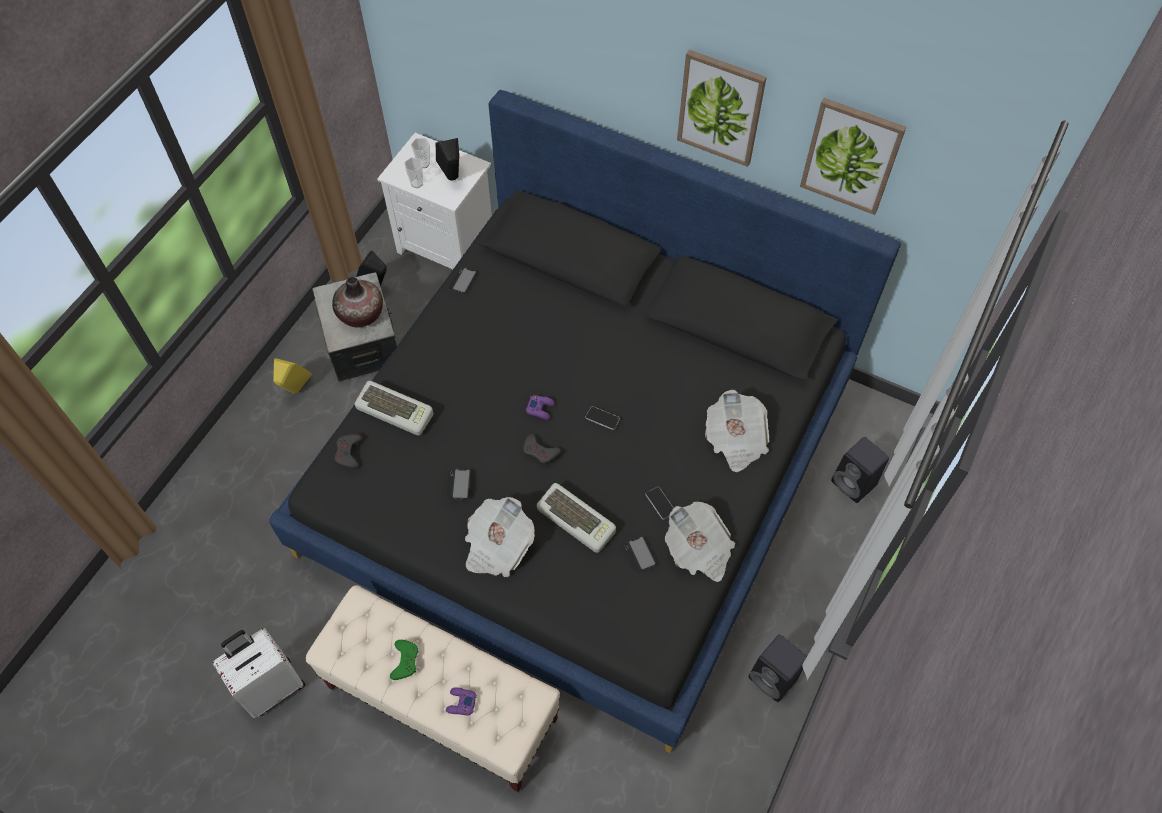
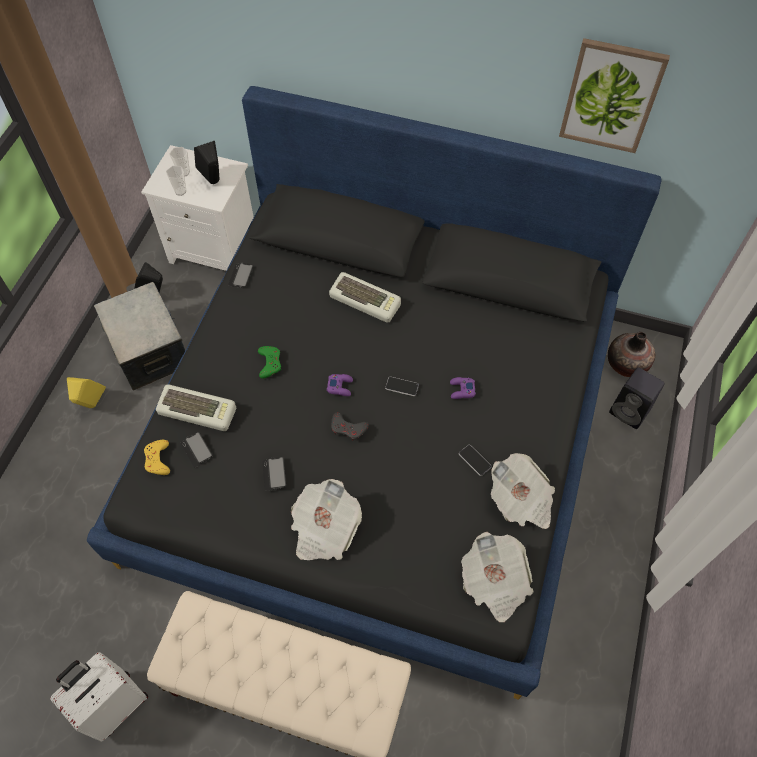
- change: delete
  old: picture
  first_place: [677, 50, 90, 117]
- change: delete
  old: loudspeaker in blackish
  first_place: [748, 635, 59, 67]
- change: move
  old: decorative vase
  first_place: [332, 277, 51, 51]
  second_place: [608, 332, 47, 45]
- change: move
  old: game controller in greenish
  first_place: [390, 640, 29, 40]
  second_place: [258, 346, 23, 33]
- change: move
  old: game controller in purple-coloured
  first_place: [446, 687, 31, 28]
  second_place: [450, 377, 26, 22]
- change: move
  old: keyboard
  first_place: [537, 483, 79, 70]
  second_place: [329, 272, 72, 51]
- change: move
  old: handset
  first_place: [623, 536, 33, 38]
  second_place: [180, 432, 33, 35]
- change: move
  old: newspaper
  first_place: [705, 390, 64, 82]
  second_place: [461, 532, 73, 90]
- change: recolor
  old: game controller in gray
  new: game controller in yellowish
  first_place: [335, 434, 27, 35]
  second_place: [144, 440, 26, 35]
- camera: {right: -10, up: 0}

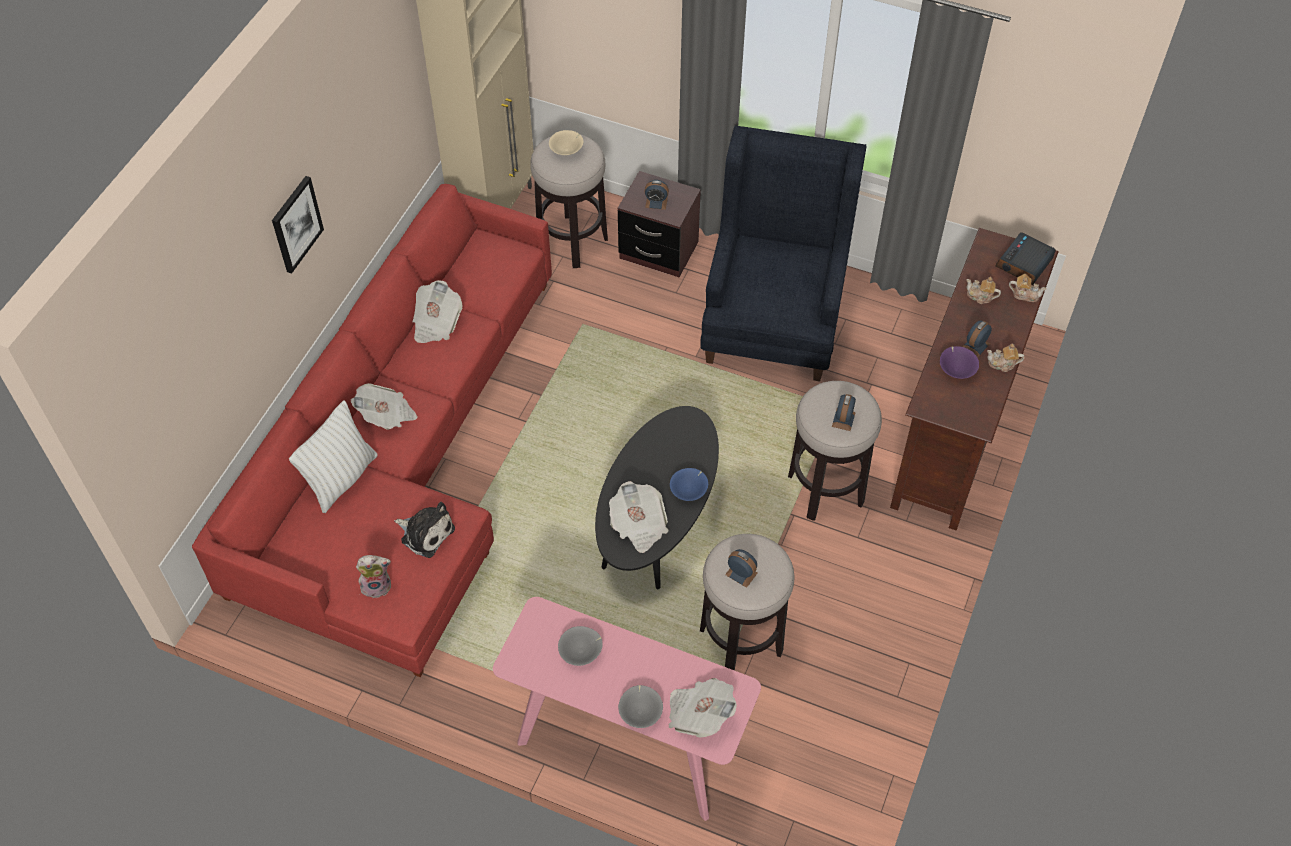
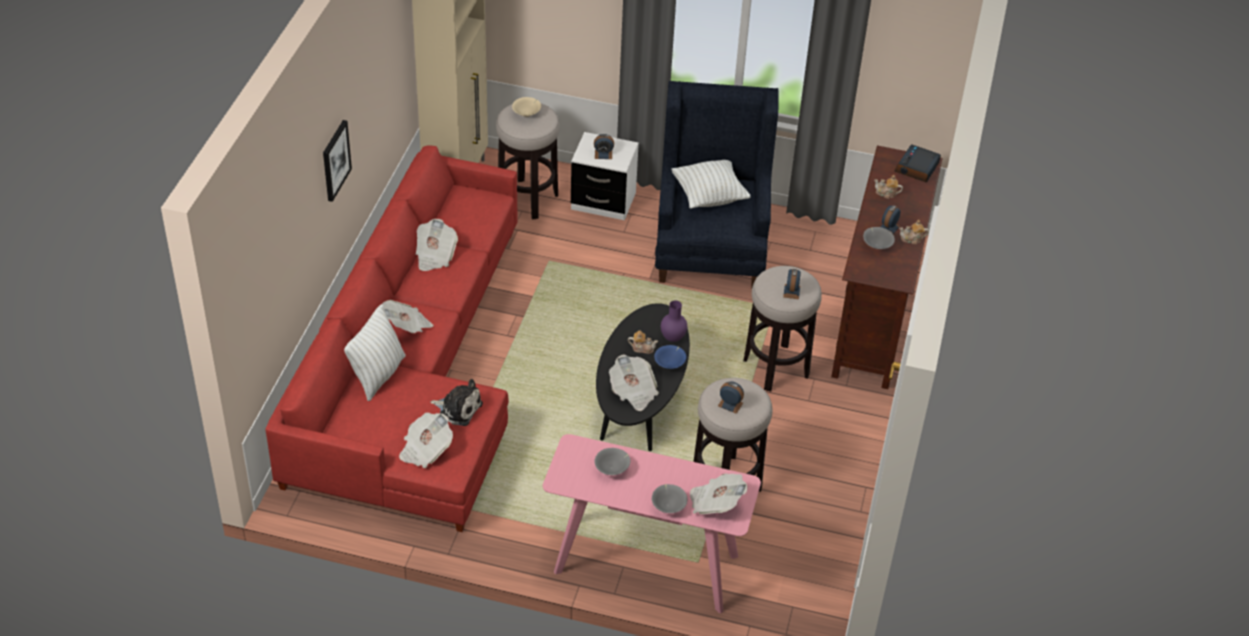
- change: insert
  new: decorative vase in purple-coloured
  second_place: [661, 300, 26, 42]
- change: insert
  new: cushion in white-coloured
  second_place: [671, 160, 79, 49]
- change: move
  old: teapot
  first_place: [1009, 274, 37, 28]
  second_place: [628, 330, 30, 24]
- change: replace
  old: plush toy
  new: newspaper
  first_place: [356, 555, 35, 43]
  second_place: [399, 412, 54, 56]
- change: recolor
  old: nightstand in brown-coloured
  new: nightstand in white-coloured
  first_place: [618, 171, 83, 106]
  second_place: [571, 132, 68, 88]
- change: recolor
  old: bowl in purple-coloured
  new: bowl in gray
  first_place: [940, 346, 39, 33]
  second_place: [863, 227, 32, 22]
- camera: {right: -10, up: -10}

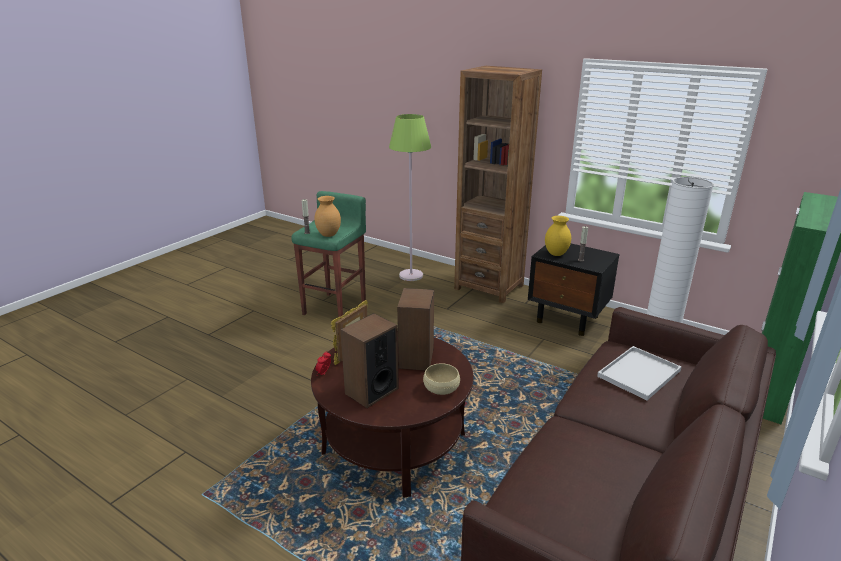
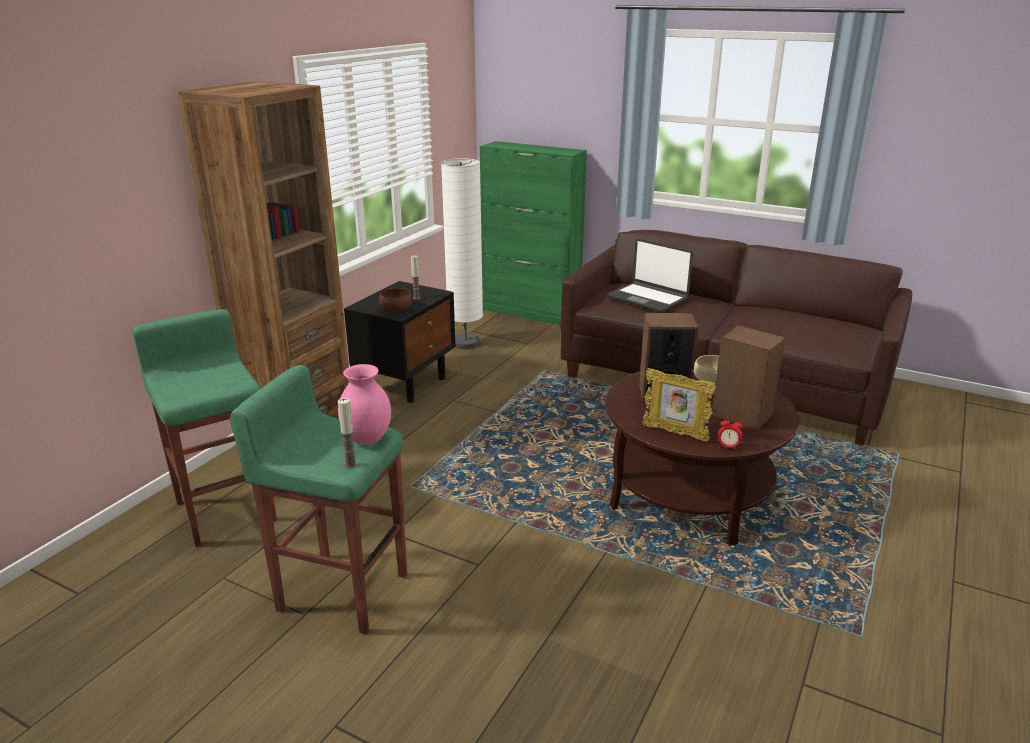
- change: replace
  old: floor lamp in greenish
  new: stool in greenish
  first_place: [389, 114, 42, 167]
  second_place: [132, 309, 145, 238]
- change: replace
  old: decorative vase in yellowish
  new: bowl in brown-coloured
  first_place: [545, 216, 26, 40]
  second_place: [379, 288, 34, 24]
- change: replace
  old: tray in white-coloured
  new: laptop
  first_place: [597, 346, 84, 54]
  second_place: [607, 238, 86, 74]
- change: recolor
  old: decorative vase in brown-coloured
  new: decorative vase in pinkish
  first_place: [314, 196, 27, 41]
  second_place: [338, 364, 53, 81]
- camera: {right: -95, up: 0}

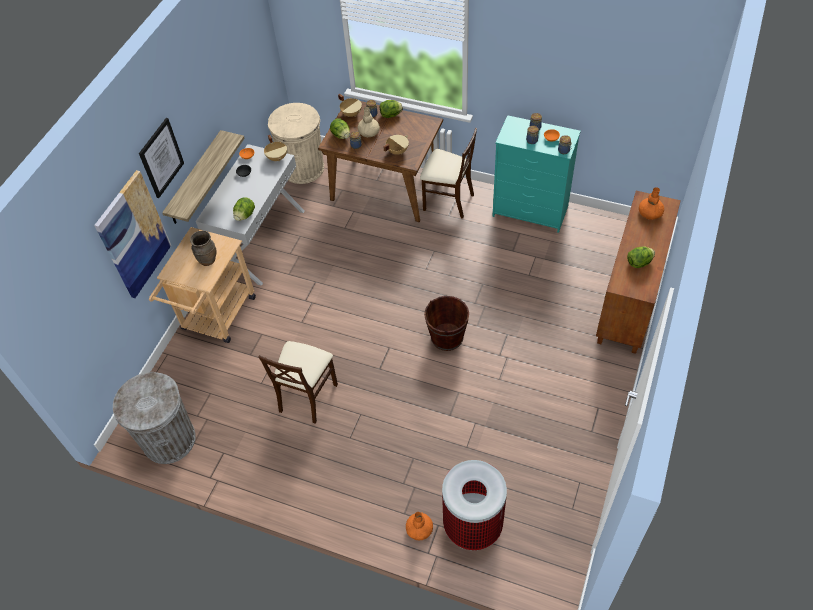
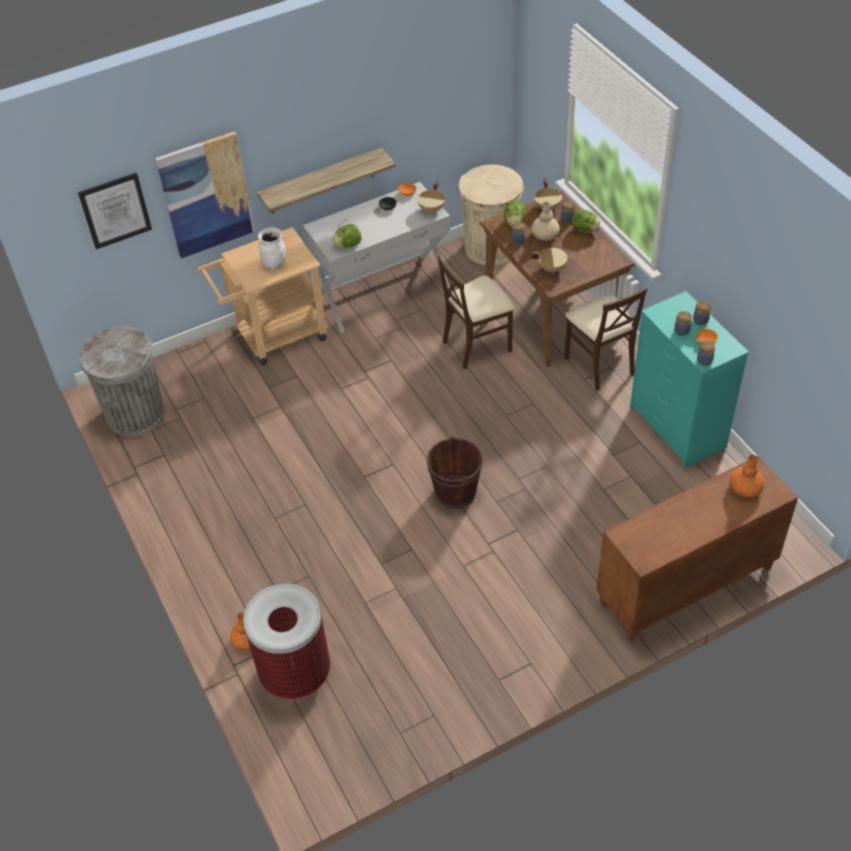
- change: delete
  old: head of lettuce
  first_place: [627, 246, 28, 22]
- change: move
  old: picture
  first_place: [139, 118, 45, 80]
  second_place: [78, 173, 74, 77]
- change: move
  old: plain chair in beige-coloured
  first_place: [258, 341, 80, 83]
  second_place: [437, 255, 78, 114]
- change: recolor
  old: decorative vase in brown-coloured
  new: decorative vase in white-coloured
  first_place: [190, 230, 27, 36]
  second_place: [258, 227, 28, 43]
- camera: {right: 40, up: -5}

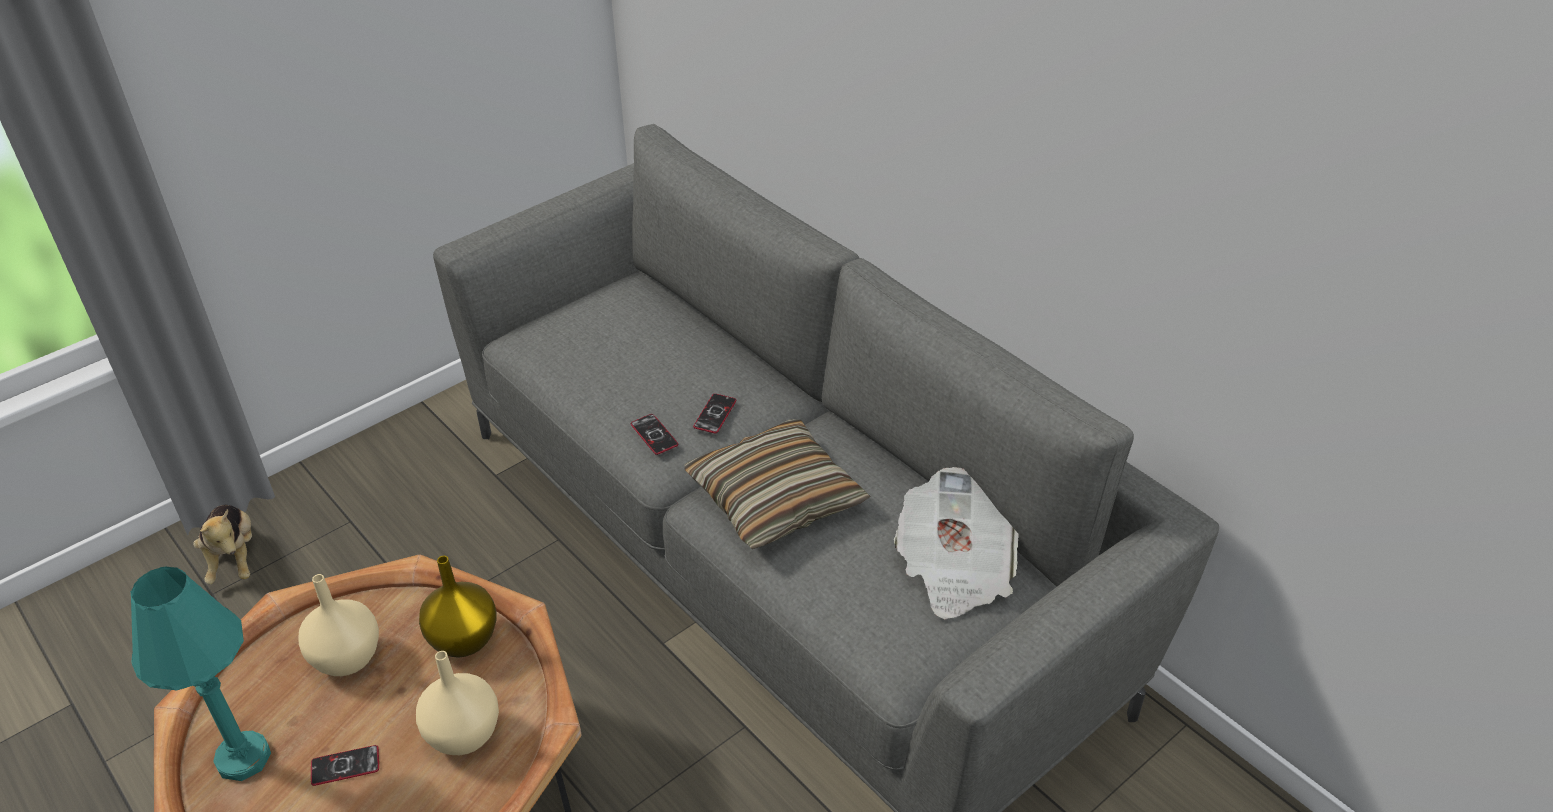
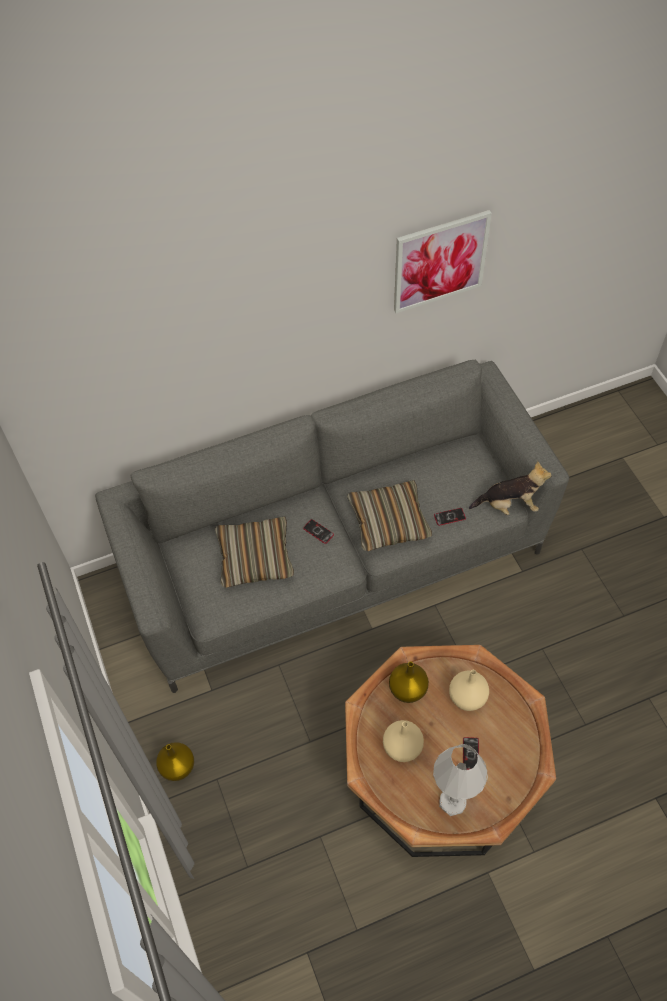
- change: delete
  old: newspaper
  first_place: [894, 467, 125, 152]
- change: insert
  new: decorative vase in yellowish
  second_place: [156, 742, 38, 39]
- change: insert
  new: cushion
  second_place: [215, 516, 79, 72]
- change: insert
  new: picture
  second_place: [394, 210, 98, 103]
- change: move
  old: plush toy
  first_place: [193, 505, 59, 79]
  second_place: [469, 461, 82, 54]
- change: move
  old: handset
  first_place: [631, 414, 47, 41]
  second_place: [434, 508, 32, 18]
- change: recolor
  old: tabletop lamp in turquoise-coloured
  new: tabletop lamp in white-coloured
  first_place: [131, 567, 140, 214]
  second_place: [433, 744, 55, 72]
- camera: {right: -70, up: 15}

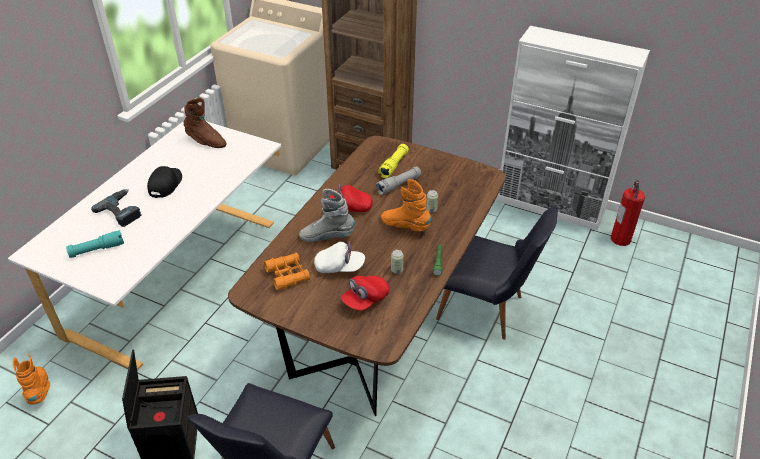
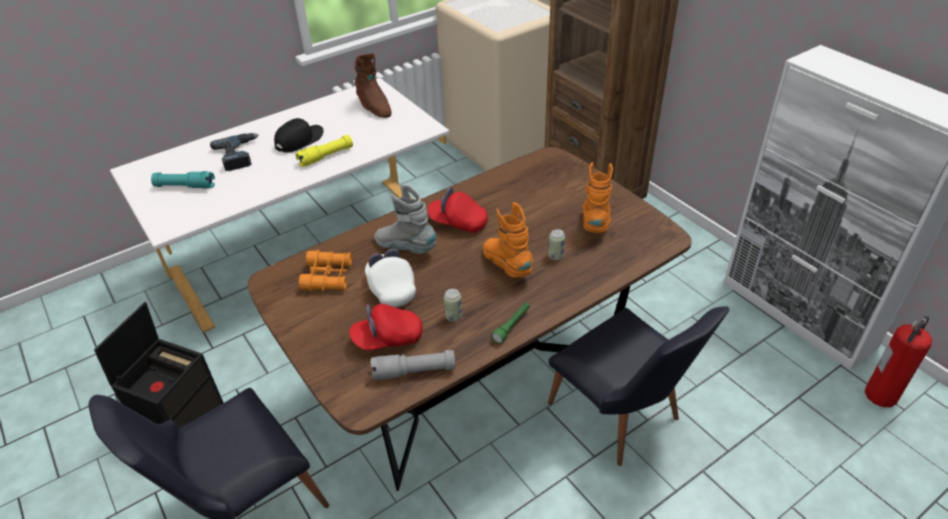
- change: move
  old: boot in orange
  first_place: [12, 354, 38, 50]
  second_place: [583, 162, 30, 71]
- change: move
  old: hand torch in gray
  first_place: [376, 167, 45, 28]
  second_place: [371, 350, 85, 30]
- change: move
  old: hand torch in yellowish
  first_place: [378, 144, 31, 34]
  second_place: [296, 135, 57, 32]
- change: rotate
  old: peaked cap in white-coloured
  first_place: [314, 241, 51, 32]
  second_place: [365, 249, 51, 58]
  degrees: -150
- camera: {right: 30, up: 0}

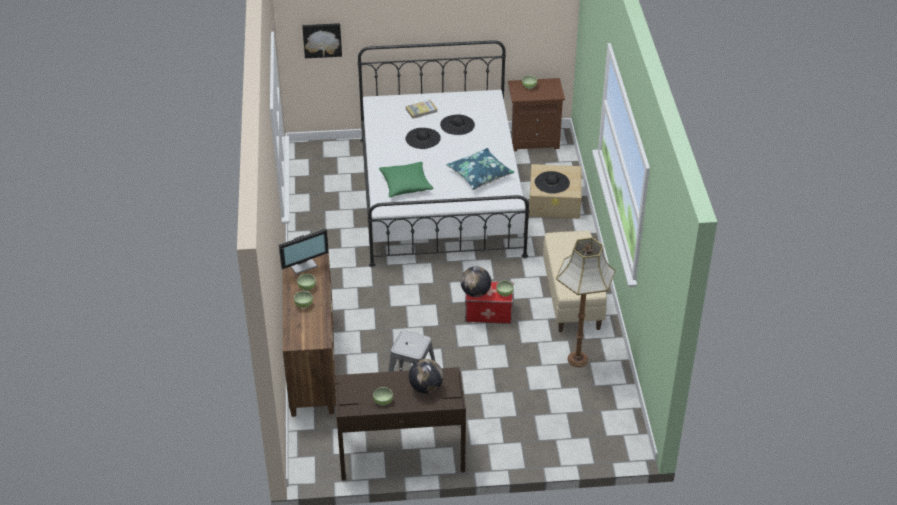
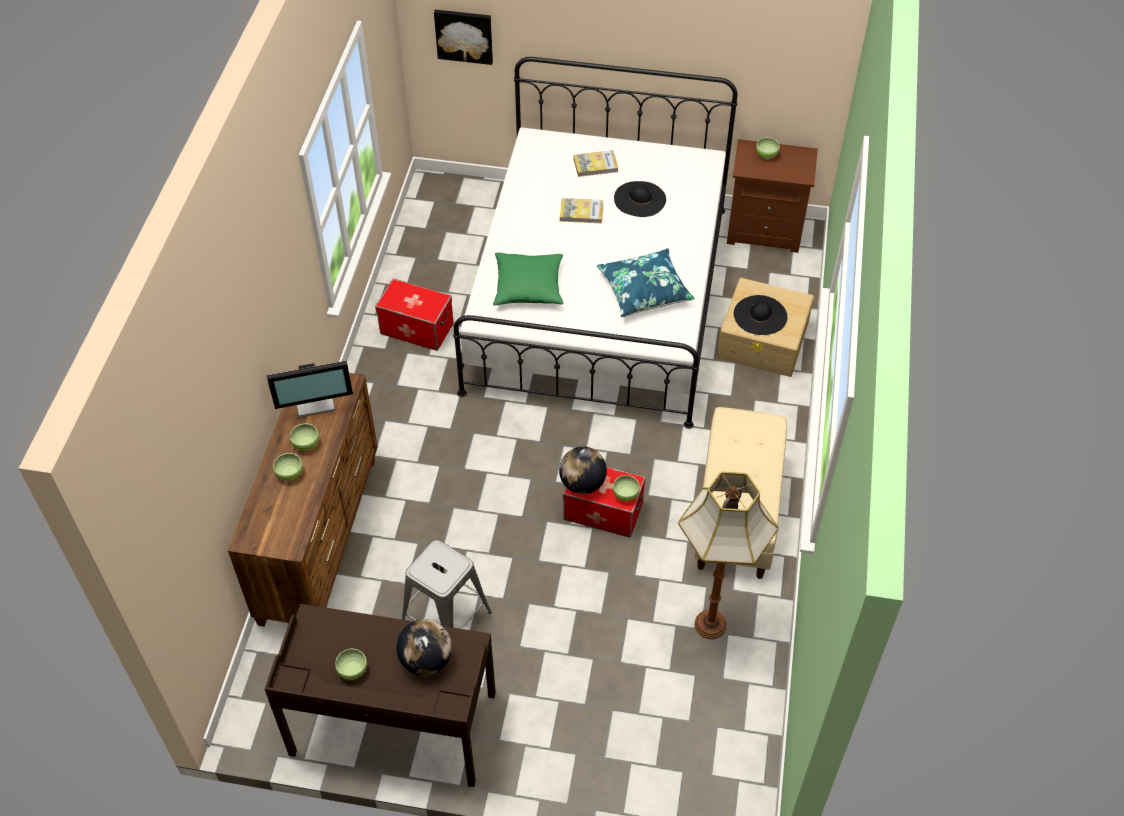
- change: insert
  new: storage box
  second_place: [375, 279, 79, 72]
- change: replace
  old: wearable hat in blackish
  new: volume
  first_place: [406, 128, 35, 21]
  second_place: [560, 198, 43, 26]
- camera: {right: 15, up: 10}

